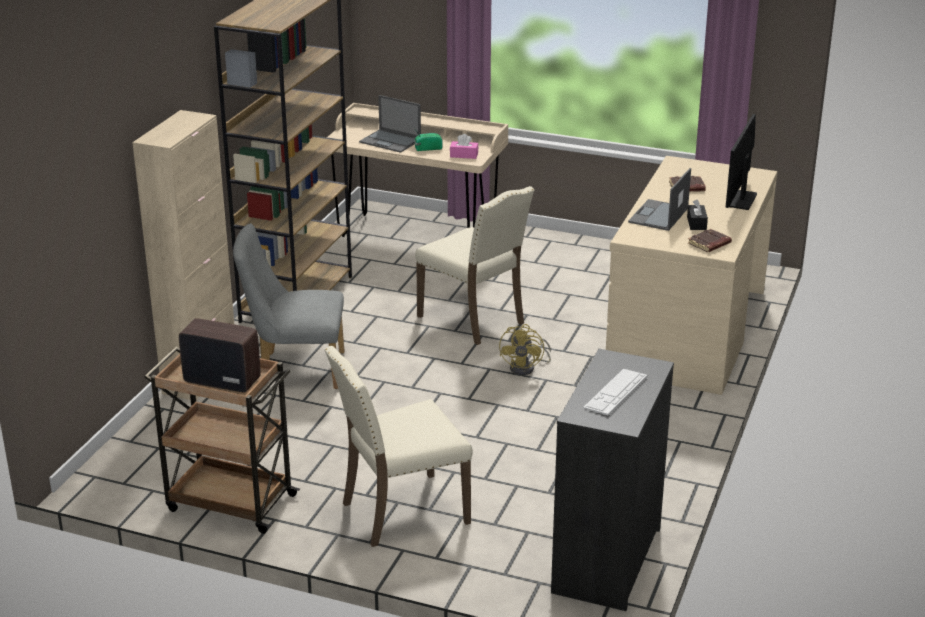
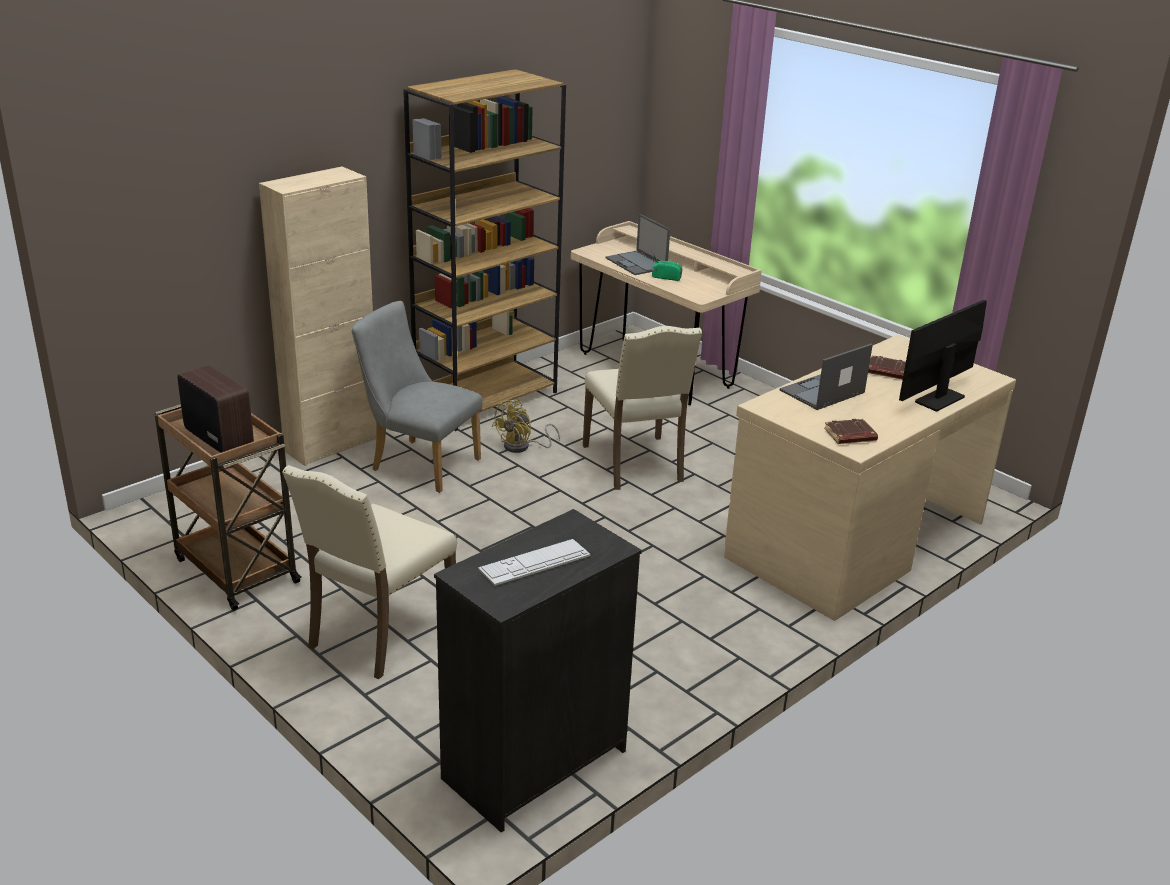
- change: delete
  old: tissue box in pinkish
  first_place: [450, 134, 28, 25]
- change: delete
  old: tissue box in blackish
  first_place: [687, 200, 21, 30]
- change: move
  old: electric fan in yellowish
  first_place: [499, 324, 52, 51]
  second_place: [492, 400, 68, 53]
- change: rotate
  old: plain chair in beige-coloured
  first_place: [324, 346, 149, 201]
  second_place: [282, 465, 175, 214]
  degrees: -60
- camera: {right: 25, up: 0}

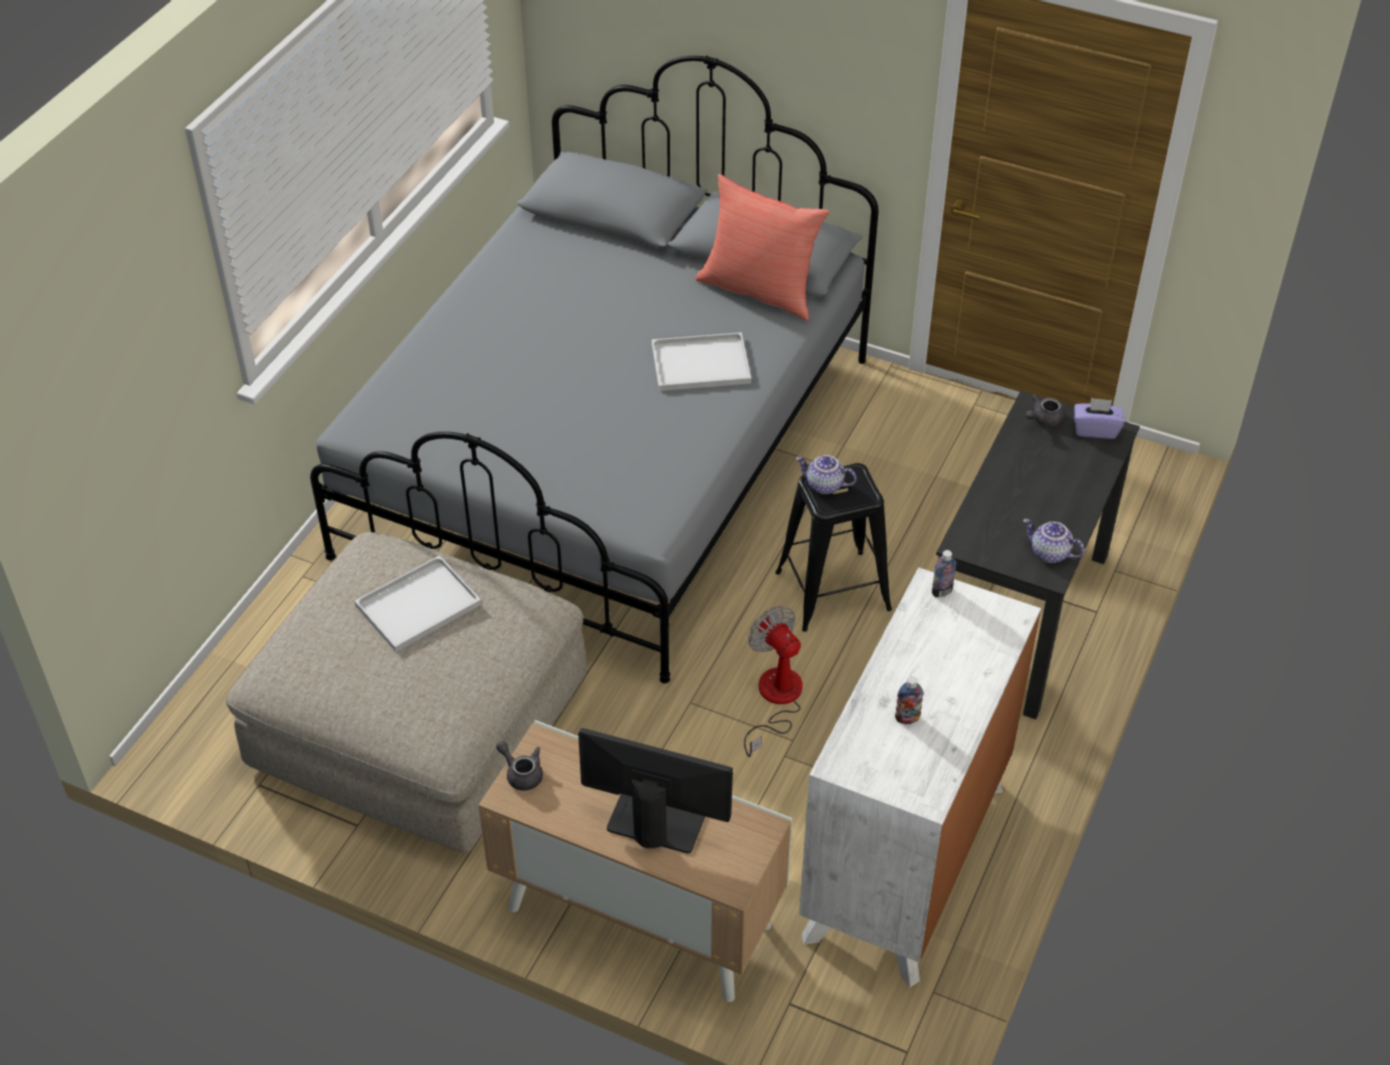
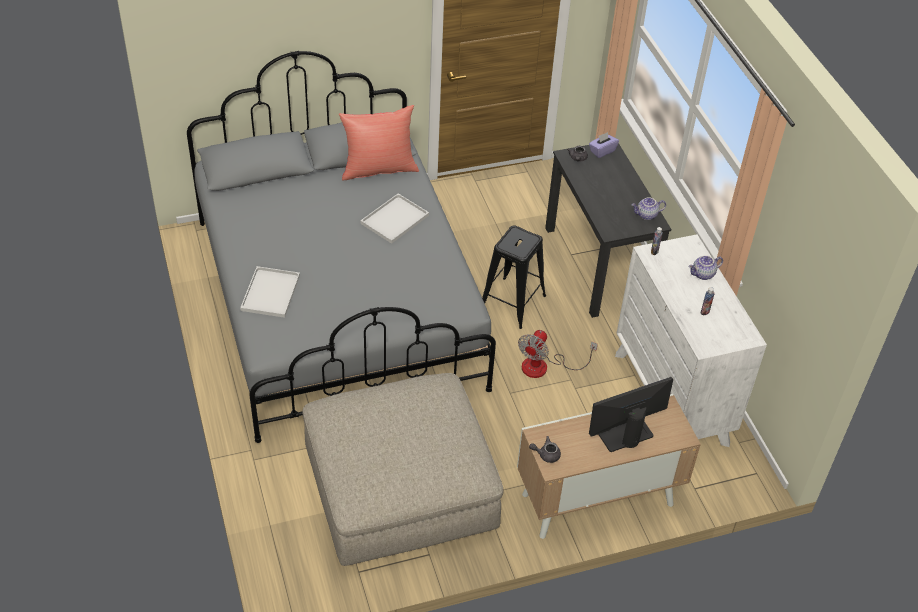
- change: move
  old: tray in white-coloured
  first_place: [355, 555, 127, 97]
  second_place: [240, 266, 60, 52]
- change: move
  old: teapot
  first_place: [796, 455, 61, 39]
  second_place: [688, 255, 35, 25]
- change: rotate
  old: electric fan
  first_place: [744, 606, 59, 151]
  second_place: [518, 330, 80, 48]
  degrees: -75
- camera: {right: -45, up: 0}

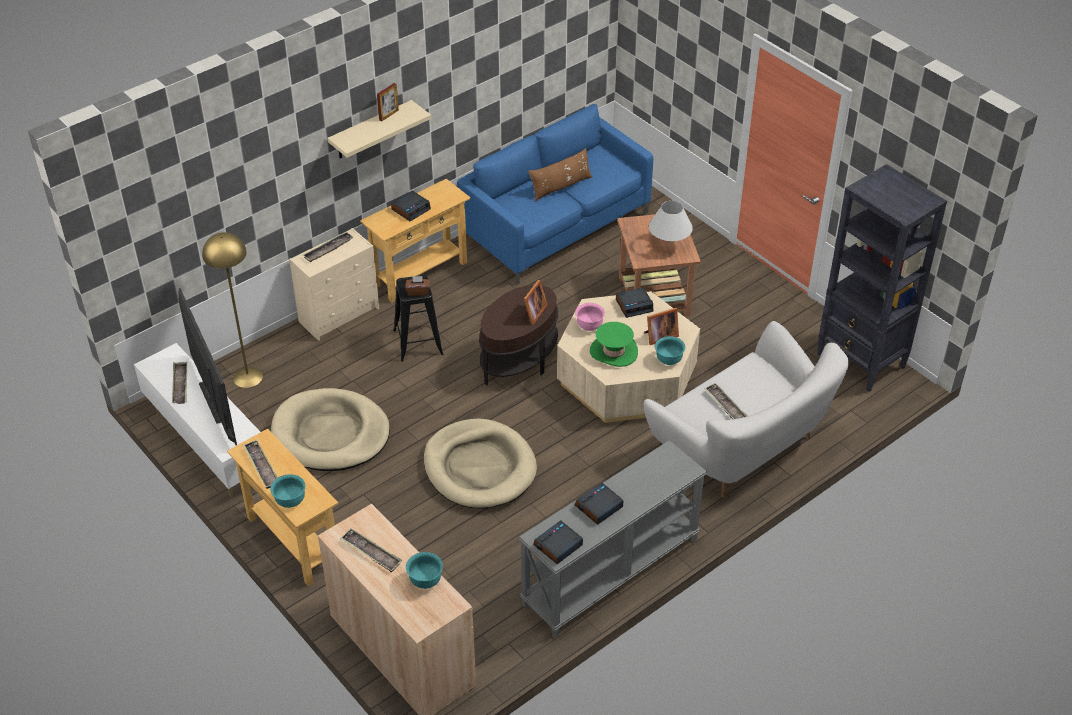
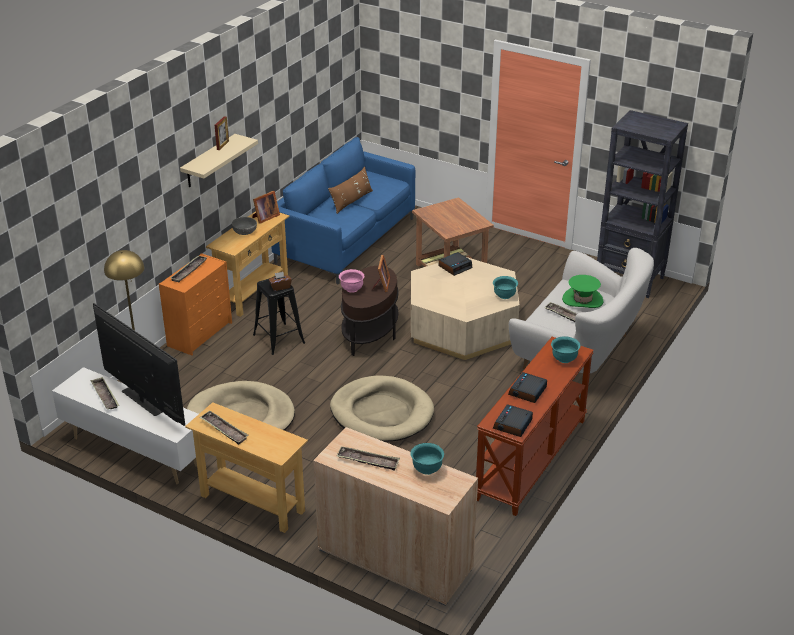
- change: delete
  old: tabletop lamp in white-coloured
  first_place: [649, 201, 44, 45]
- change: move
  old: bowl in turquoise-coloured
  first_place: [270, 474, 36, 34]
  second_place: [551, 337, 30, 26]
- change: move
  old: bowl in pinkish
  first_place: [575, 303, 30, 28]
  second_place: [339, 269, 25, 24]
- change: move
  old: wearable hat in greenish
  first_place: [590, 322, 48, 45]
  second_place: [562, 275, 42, 33]
- change: move
  old: photo frame
  first_place: [644, 308, 35, 37]
  second_place: [252, 191, 28, 33]
- change: replace
  old: bedside clock
  new: bowl in gray
  first_place: [391, 191, 40, 30]
  second_place: [232, 217, 25, 18]
- change: recolor
  old: chest of drawers in beige-coloured
  new: chest of drawers in orange
  first_place: [289, 228, 90, 113]
  second_place: [159, 253, 73, 102]
- change: recolor
  old: hall table in gray
  new: hall table in brown-coloured
  first_place: [519, 440, 188, 198]
  second_place: [476, 337, 118, 179]
- camera: {right: -20, up: -10}

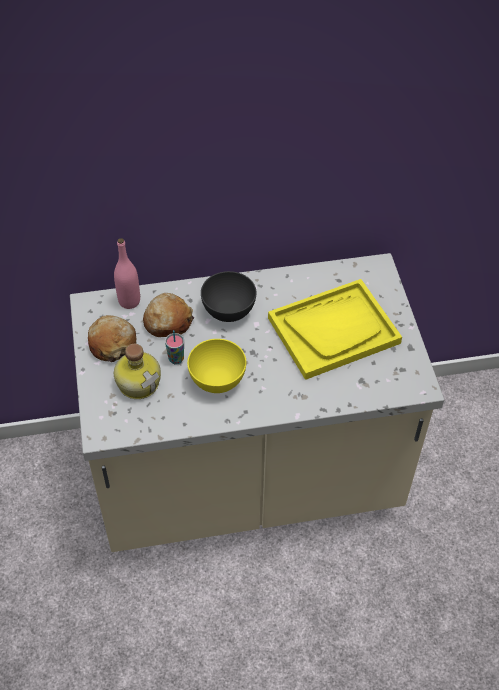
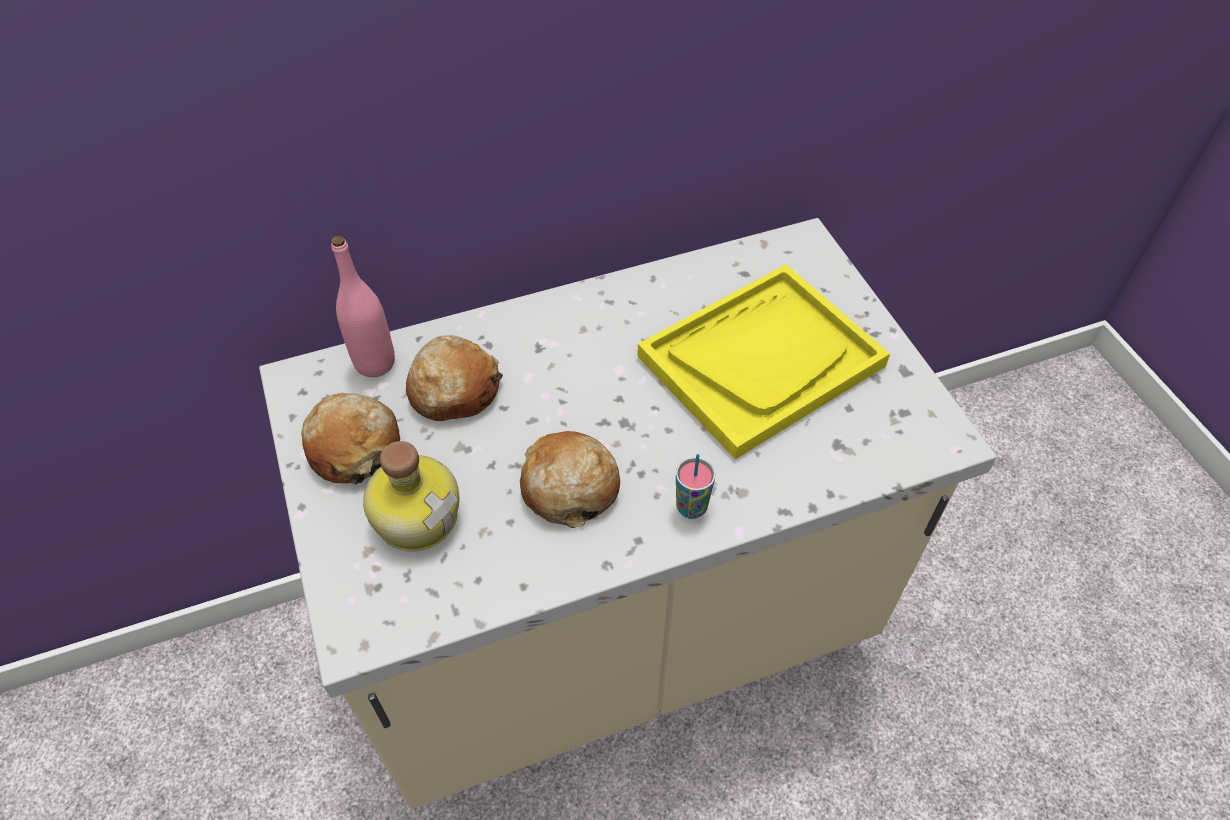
- change: delete
  old: bowl in gray
  first_place: [201, 271, 55, 51]
- change: move
  old: drinking cup
  first_place: [165, 330, 19, 34]
  second_place: [676, 454, 39, 65]
- change: replace
  old: bowl in yellowish
  new: bakery bread
  first_place: [187, 339, 59, 54]
  second_place: [520, 431, 100, 97]
- camera: {right: -10, up: 0}

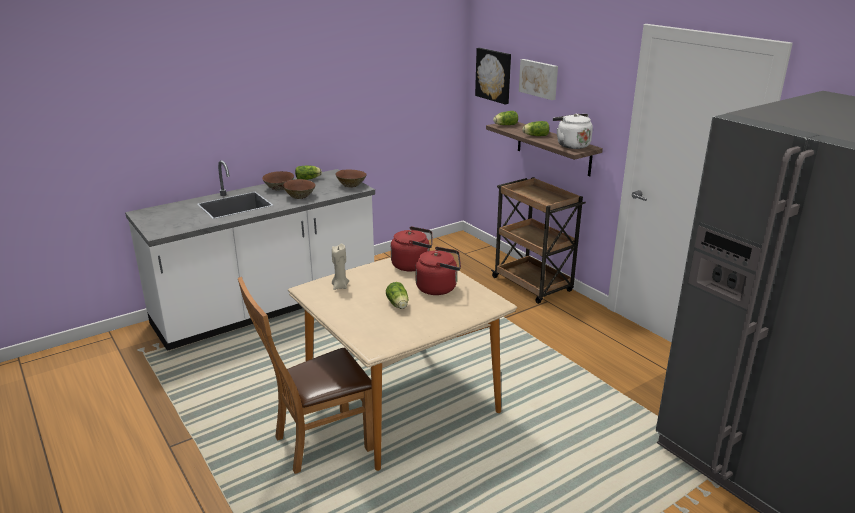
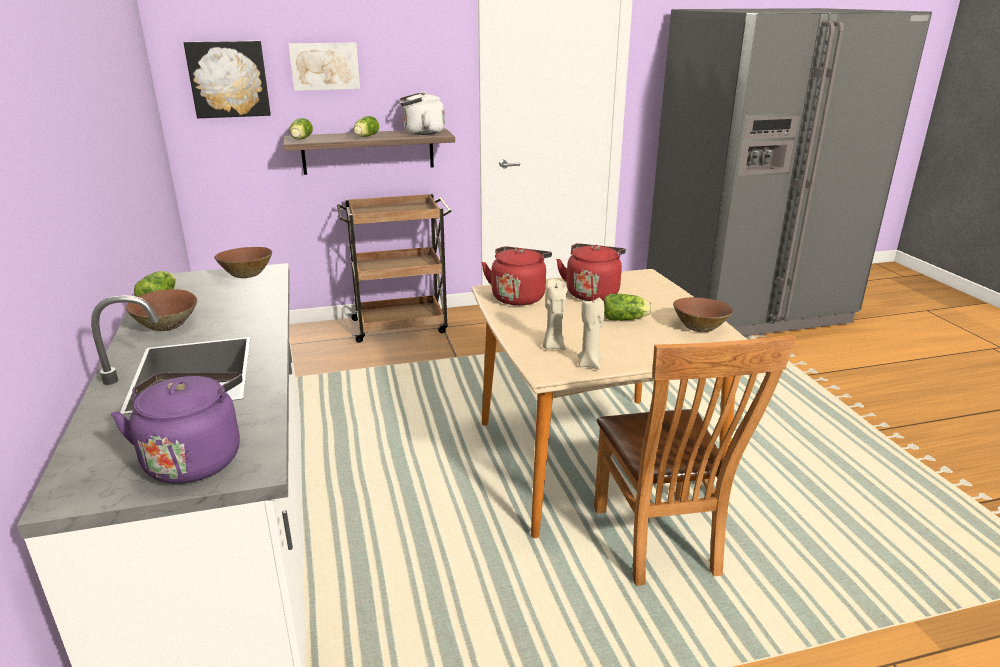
- change: insert
  new: tea kettle in purple-coloured
  second_place: [111, 372, 131, 112]
- change: insert
  new: wax candle in beige-coloured
  second_place: [578, 297, 26, 73]
- change: move
  old: bowl in brown-coloured
  first_place: [283, 179, 33, 20]
  second_place: [673, 297, 60, 35]
- camera: {right: -70, up: 0}

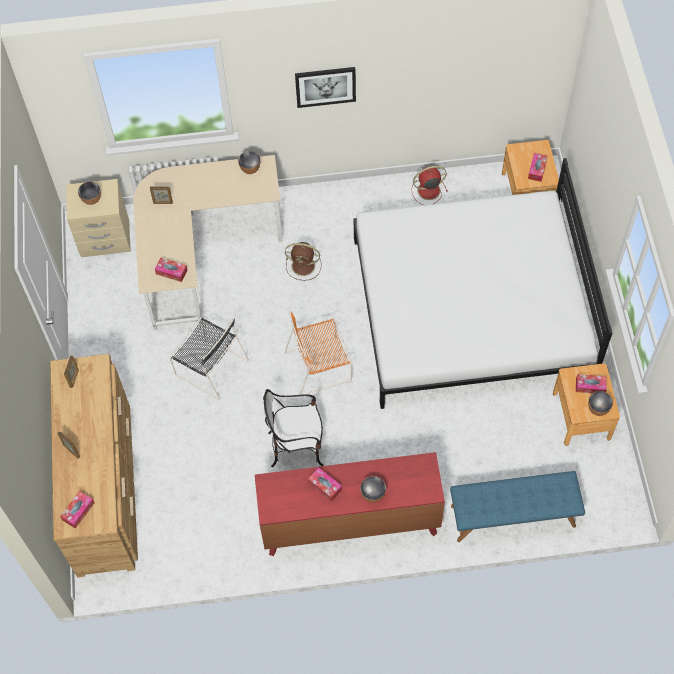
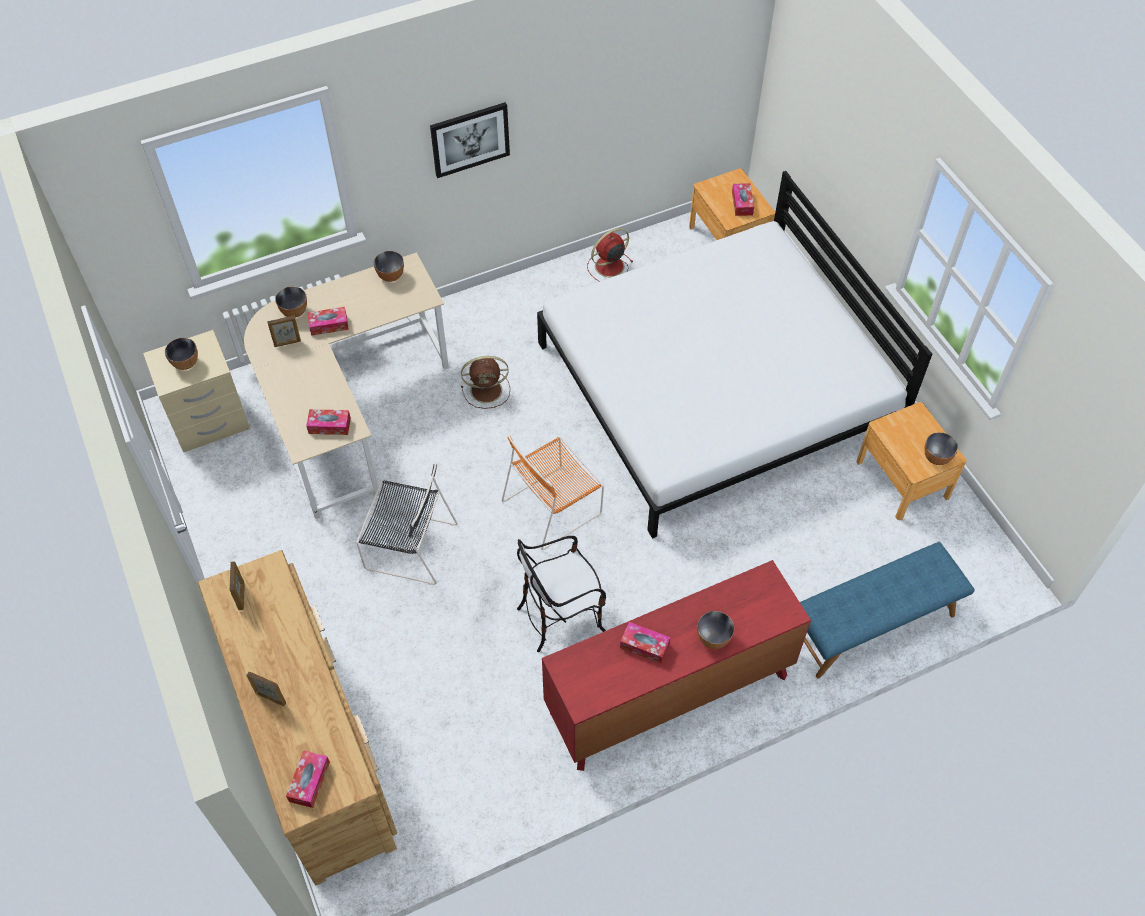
- change: insert
  new: bowl
  second_place: [275, 286, 32, 32]
- change: move
  old: tissue box
  first_place: [576, 374, 31, 19]
  second_place: [307, 307, 42, 29]
- camera: {right: -20, up: -5}

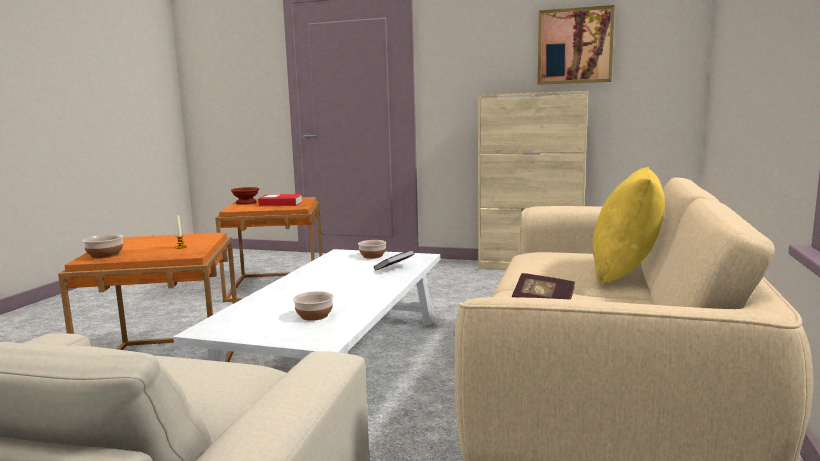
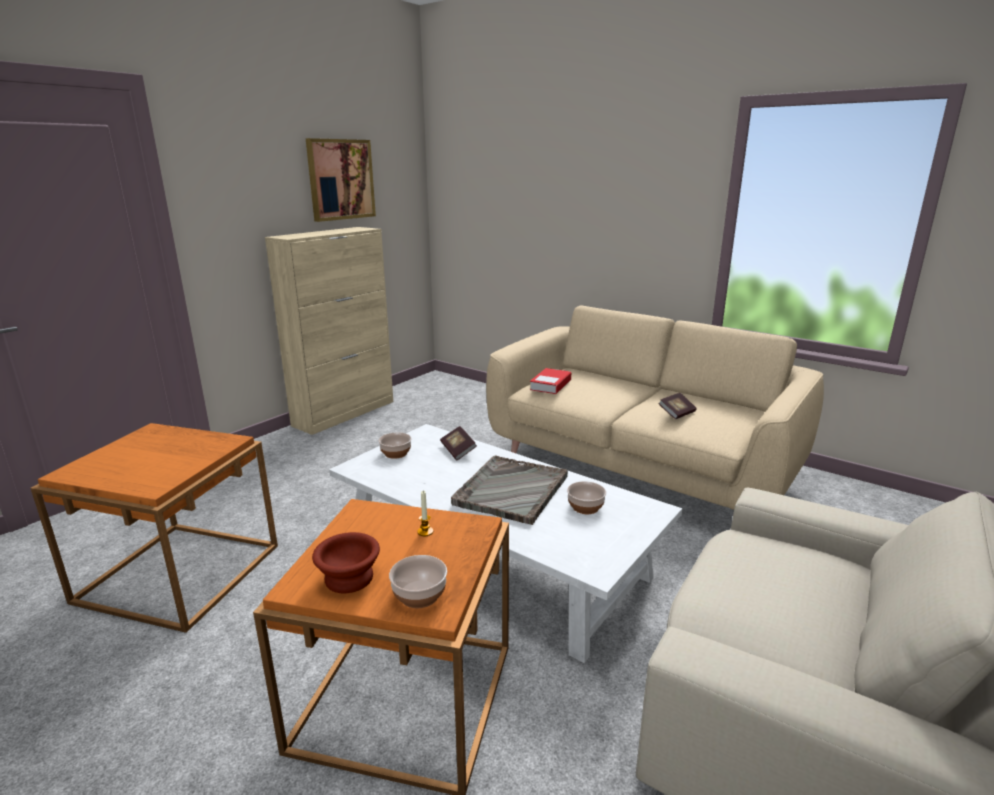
- change: delete
  old: cushion in yellowish
  first_place: [593, 167, 72, 117]
- change: insert
  new: tray in gray
  second_place: [451, 455, 117, 70]
- change: move
  old: bowl in brown-coloured
  first_place: [231, 187, 28, 18]
  second_place: [312, 532, 68, 61]
- change: move
  old: volume
  first_place: [258, 194, 44, 12]
  second_place: [530, 368, 41, 26]
- camera: {right: -70, up: 10}

